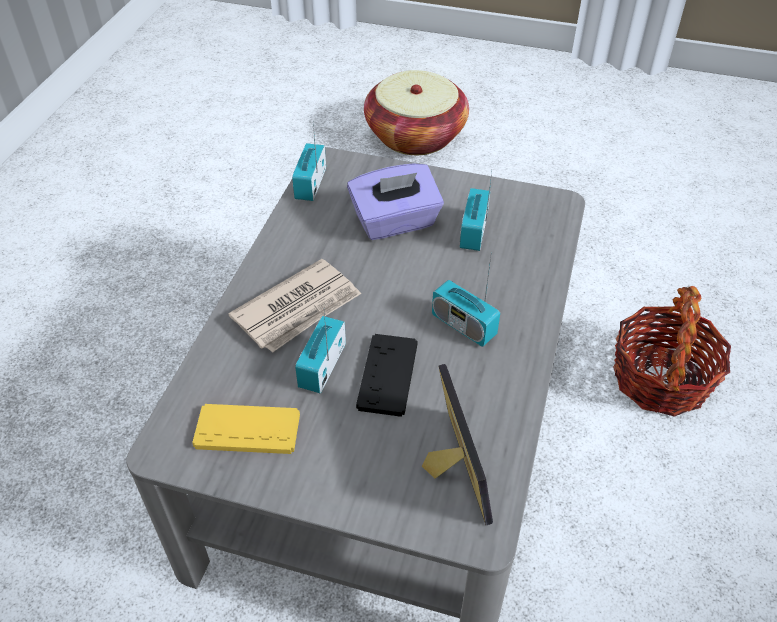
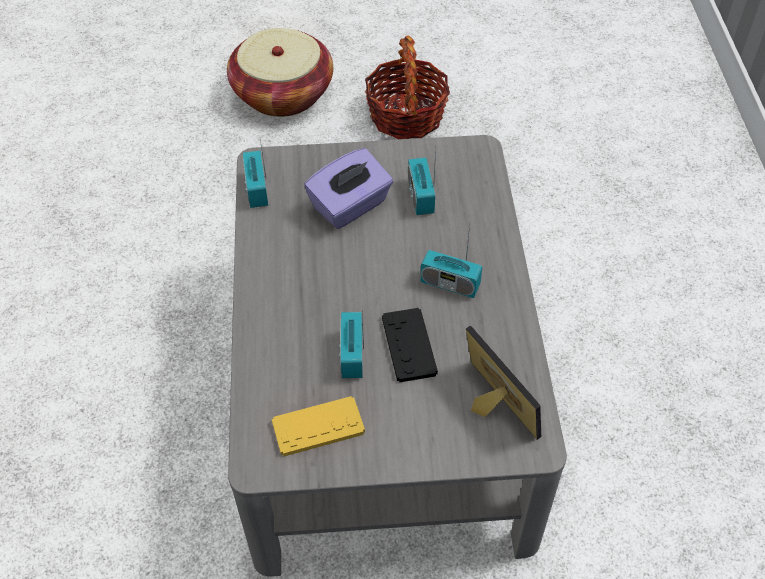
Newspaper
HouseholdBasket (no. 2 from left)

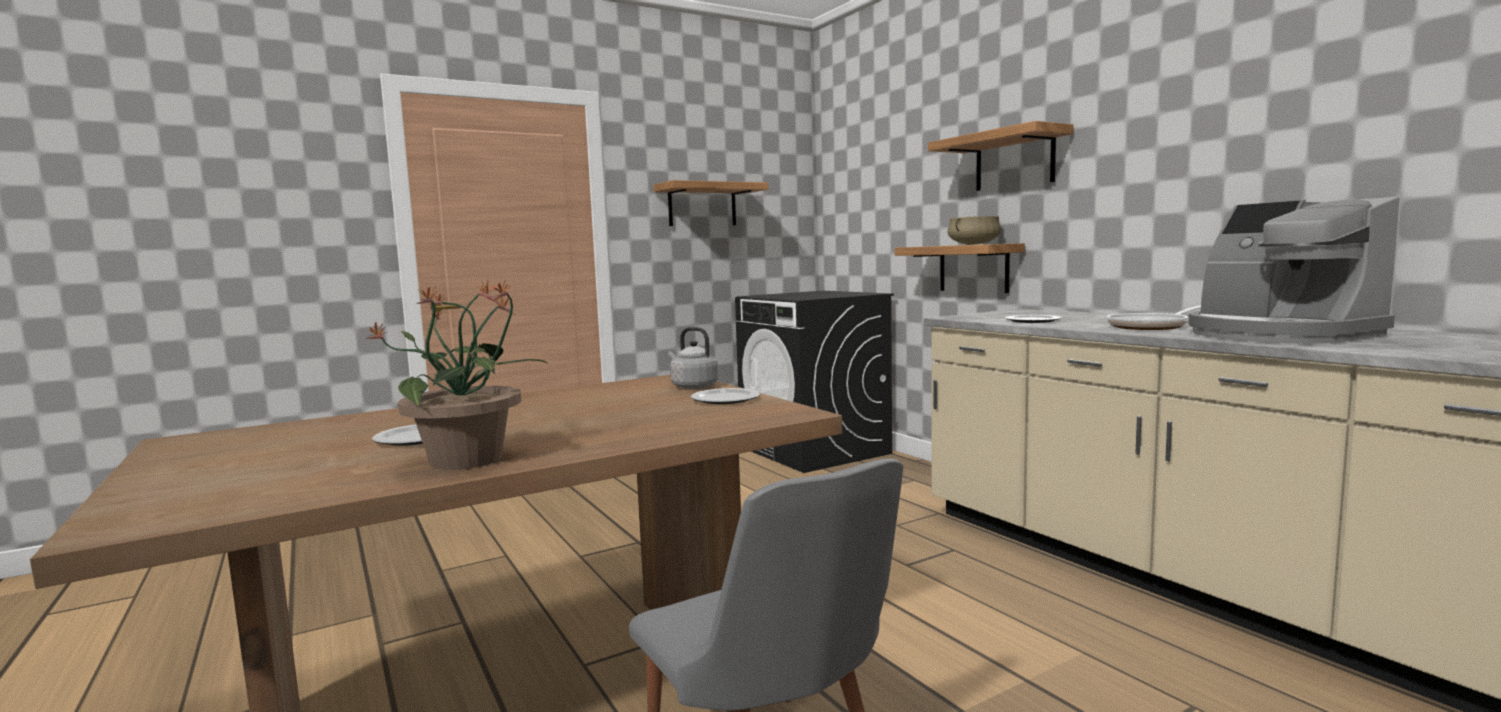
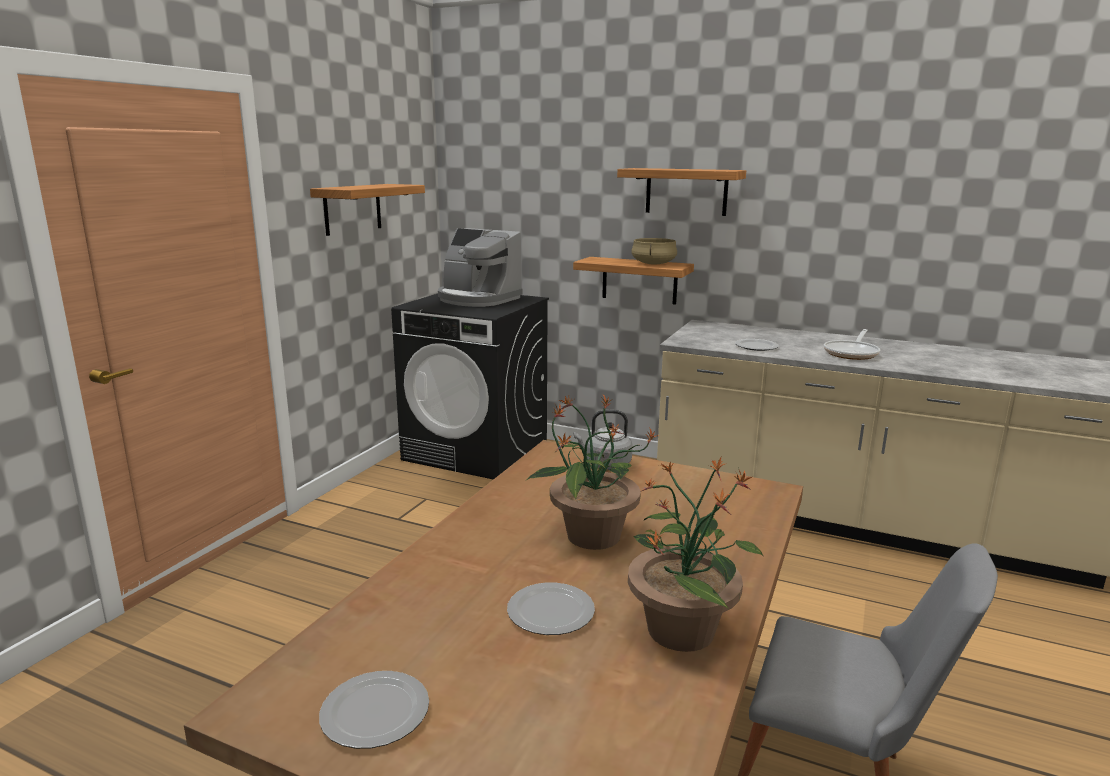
CoffeeBrewer
DinnerPlate (no. 1 from left)
PottedPlant (no. 1 from left)

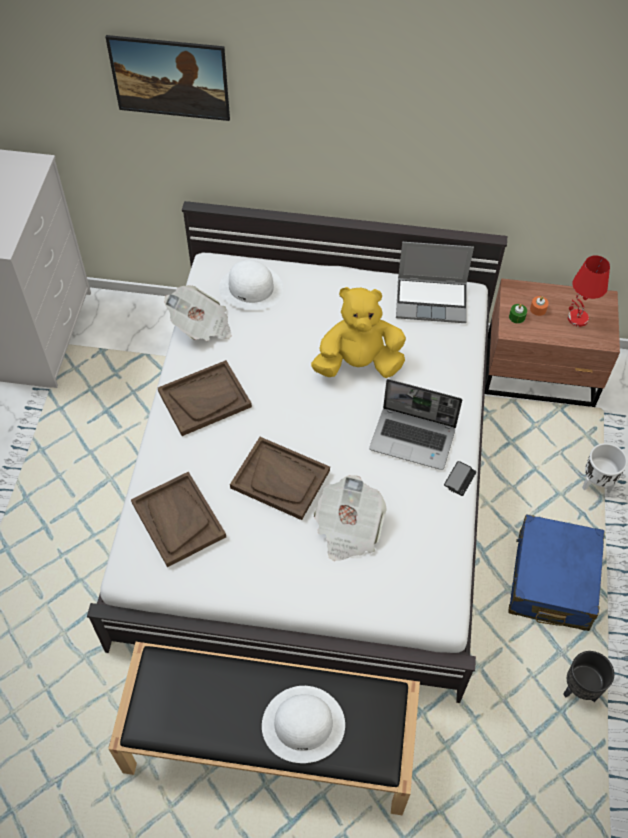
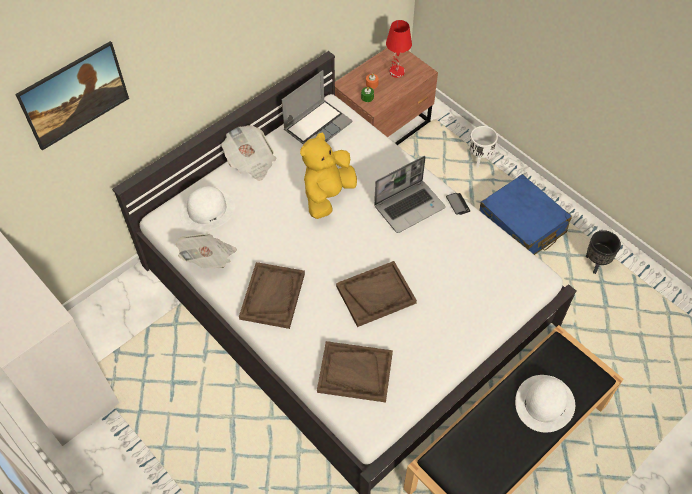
Newspaper (no. 2 from left)

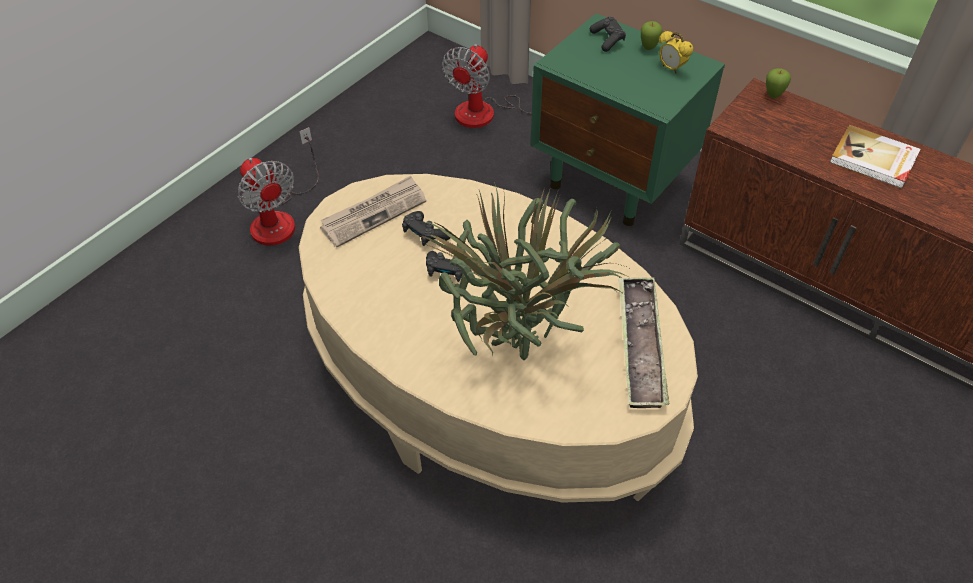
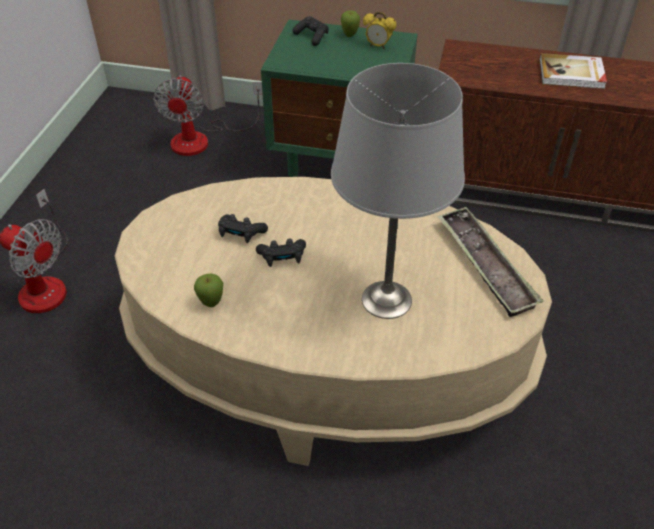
AppleFruit (no. 1 from left)
Newspaper
GreyLampForATable

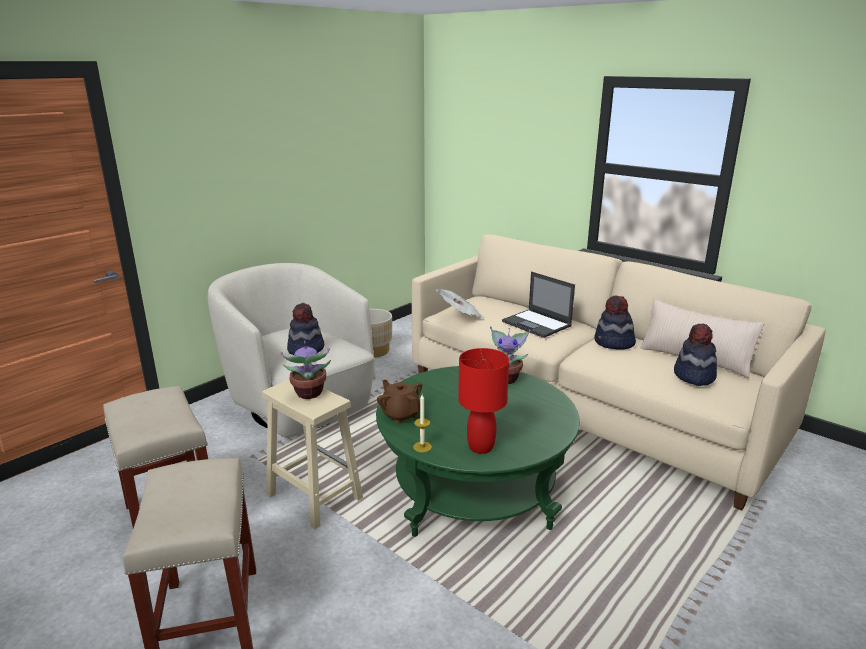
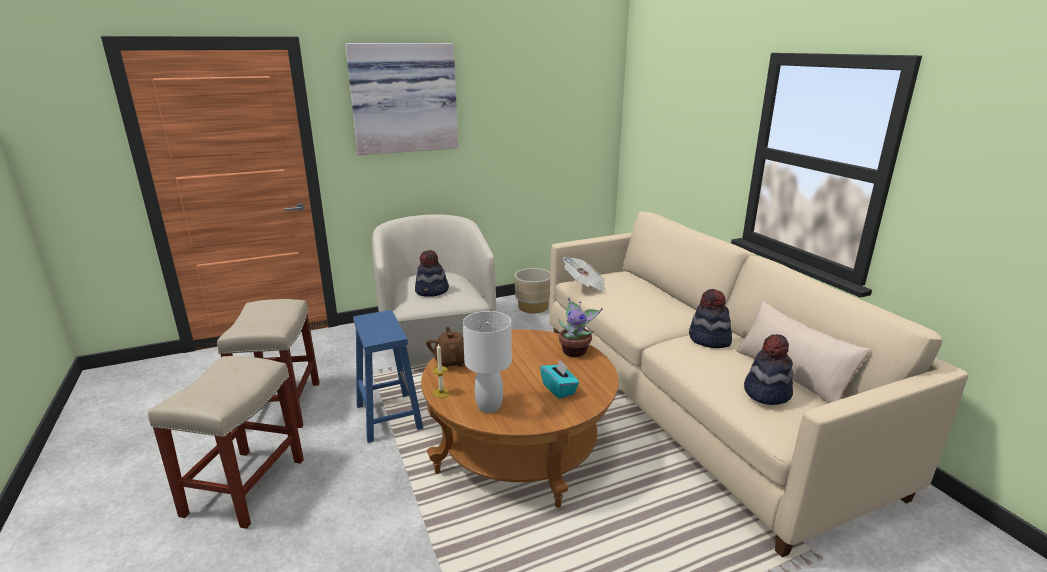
Laptop
PottedPlant (no. 1 from left in the first image)
WhiteColouredLampForATable
BrownColouredCoffeeTable
BluishSittingStool
Picture
TurquoiseColouredTissueBox

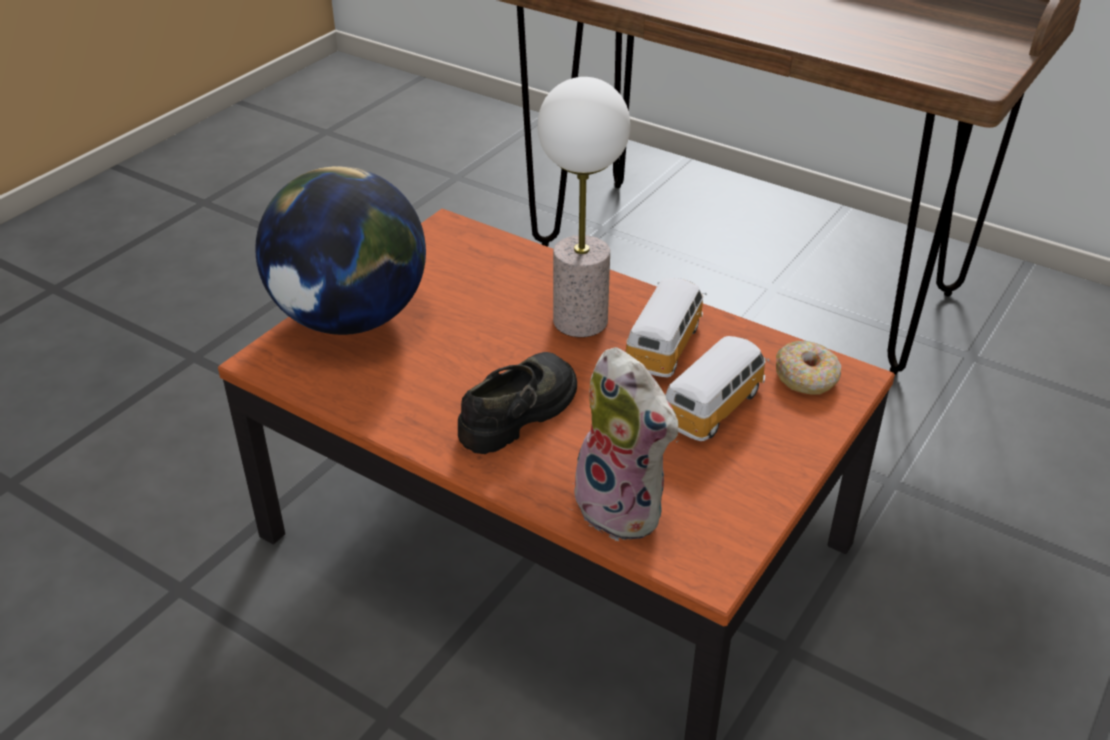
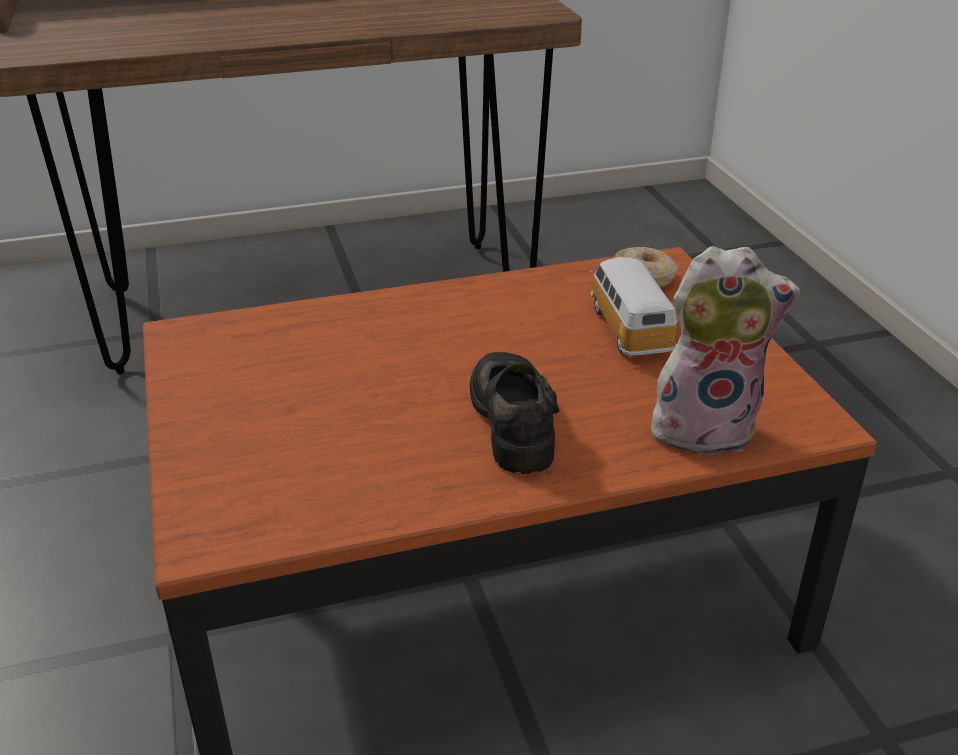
LampForATable
Globe
MiniatureCar (no. 1 from left in the first image)

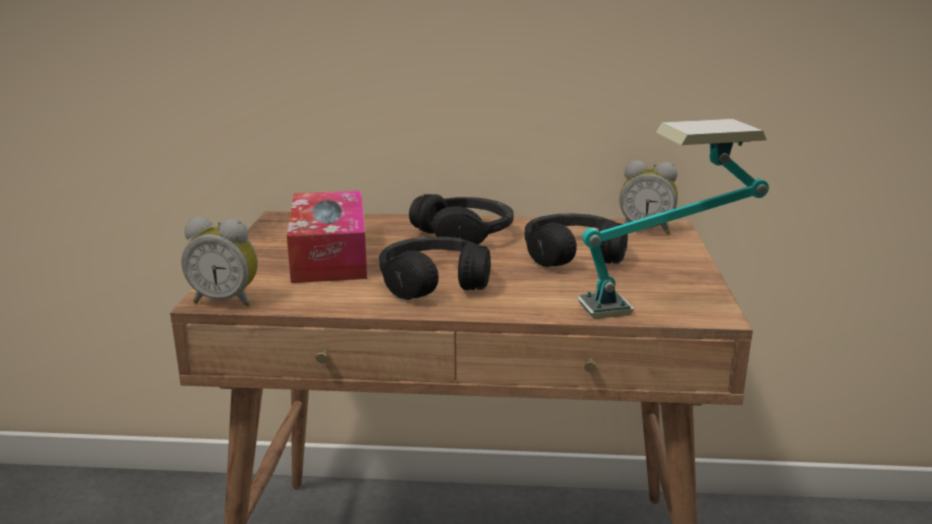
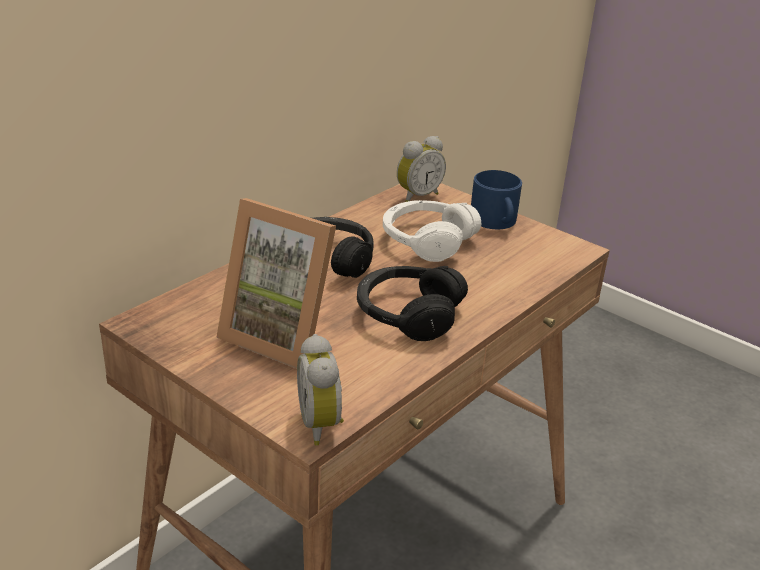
LampForATable
PhotoFrame
WhiteColouredHeadset
BedsideClock (no. 1 from left)
BluishTeaMug

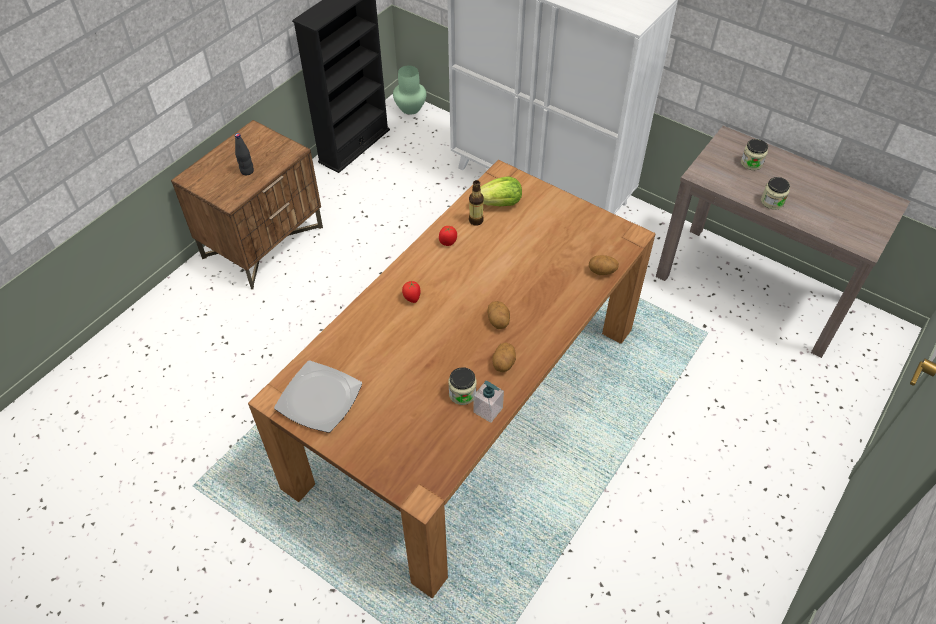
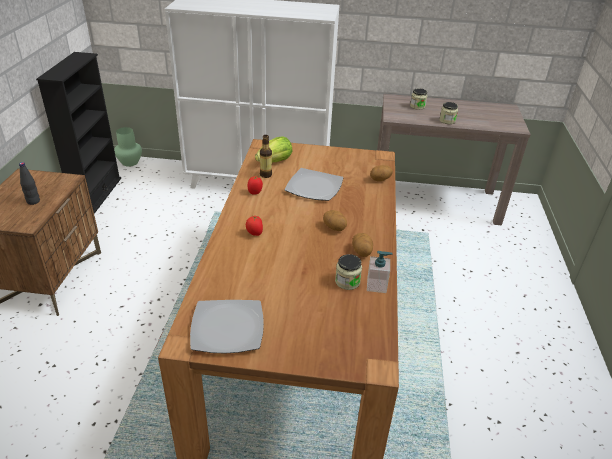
DinnerPlate (no. 2 from left)

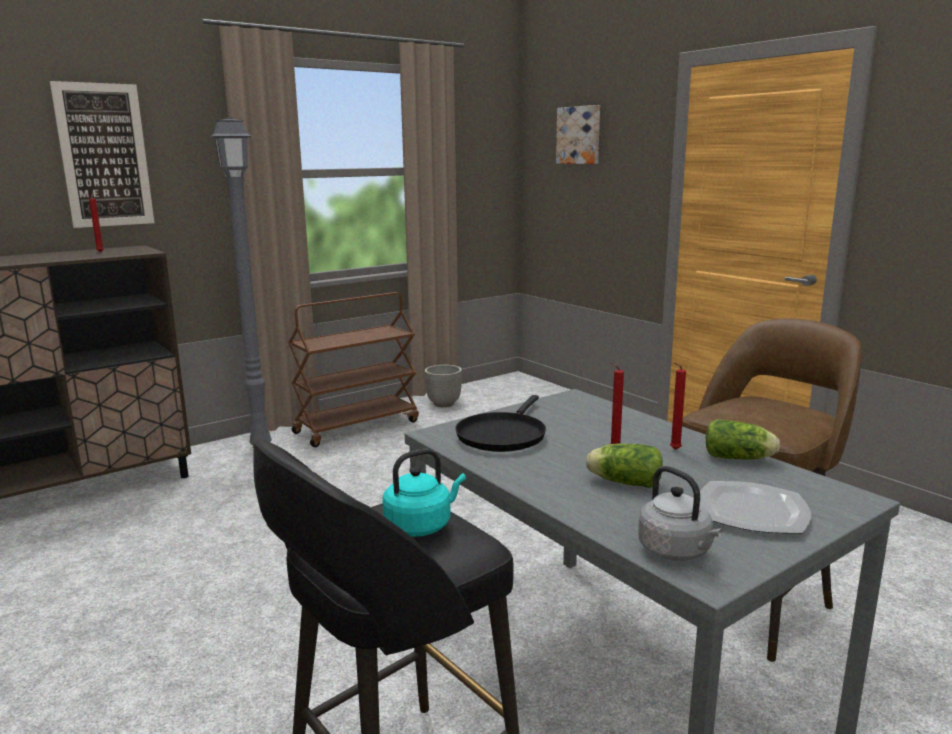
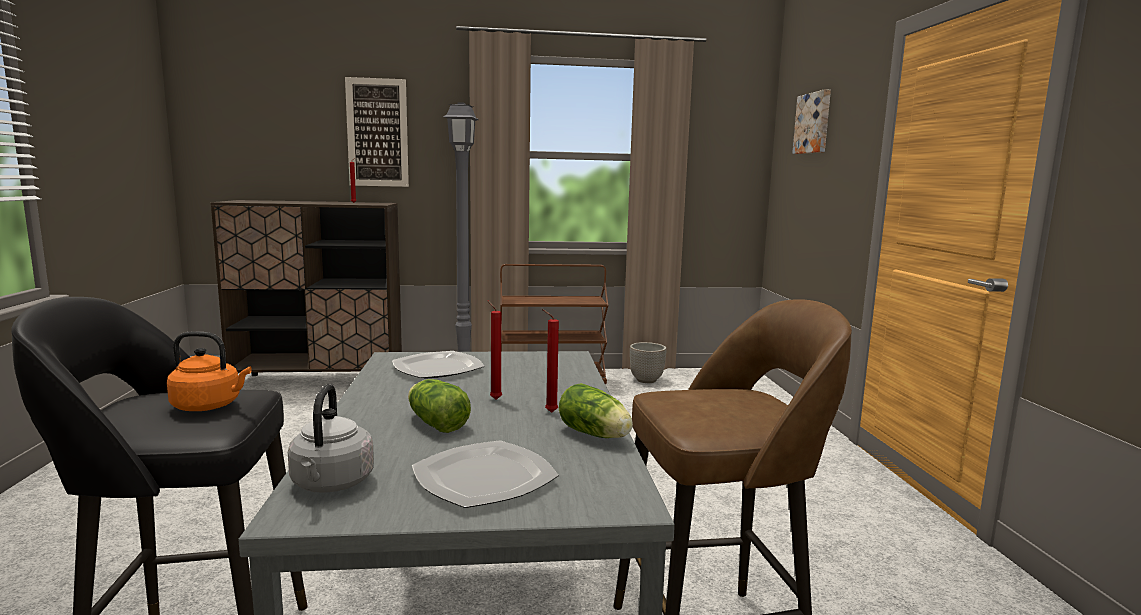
DinnerPlate (no. 1 from left)
OrangeyKettle

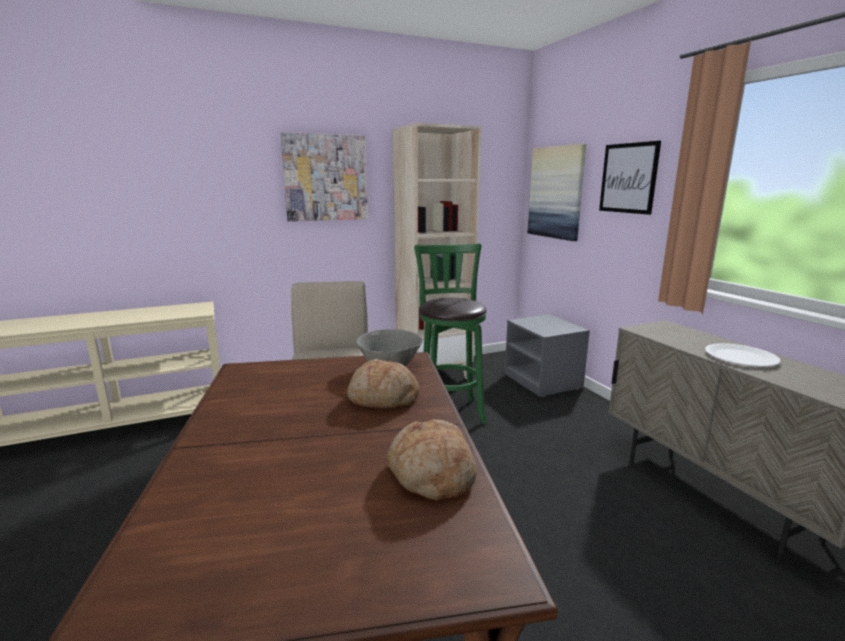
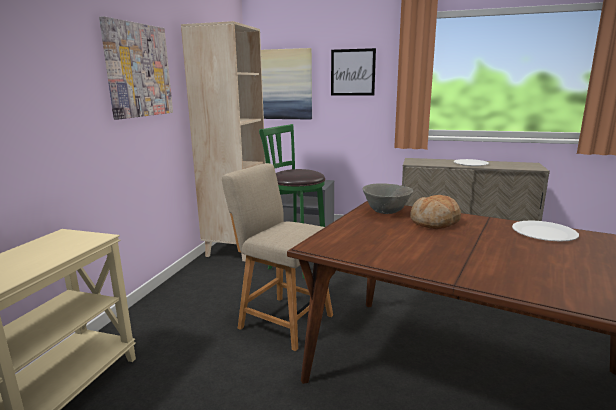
WhiteColouredDinnerPlate (no. 2 from left)

